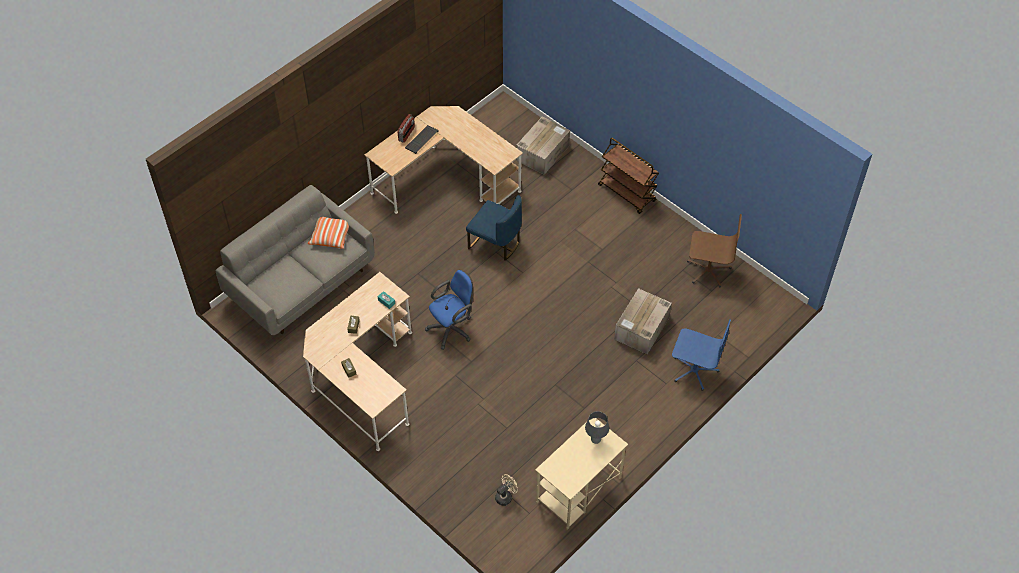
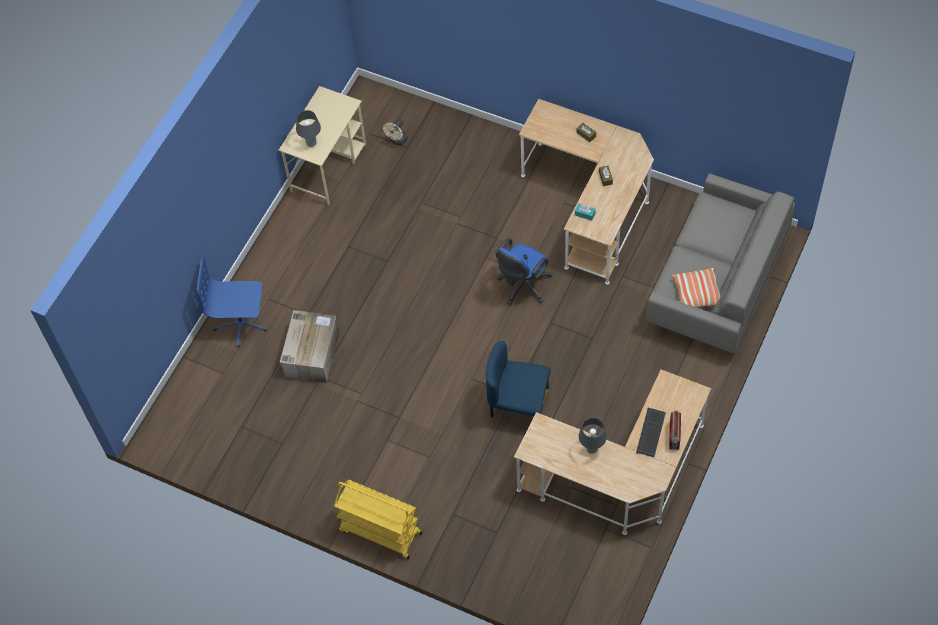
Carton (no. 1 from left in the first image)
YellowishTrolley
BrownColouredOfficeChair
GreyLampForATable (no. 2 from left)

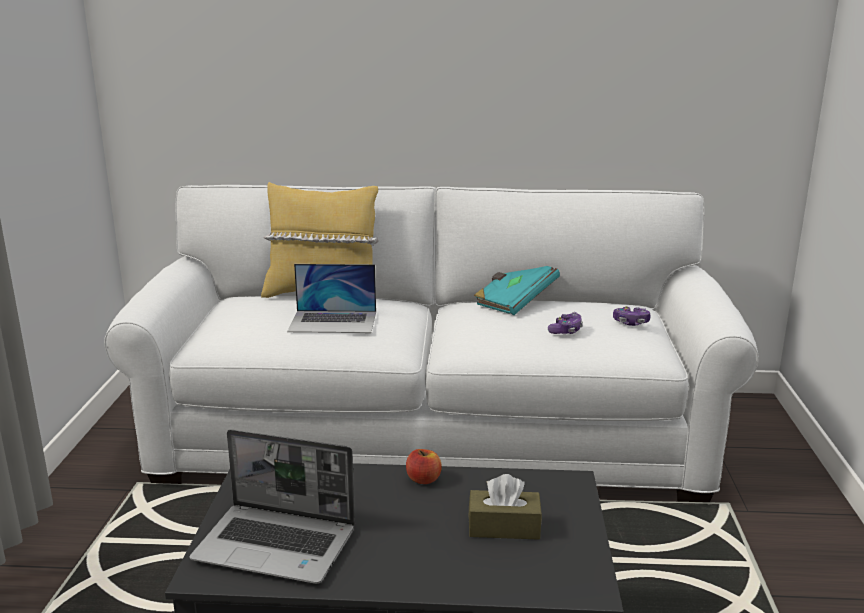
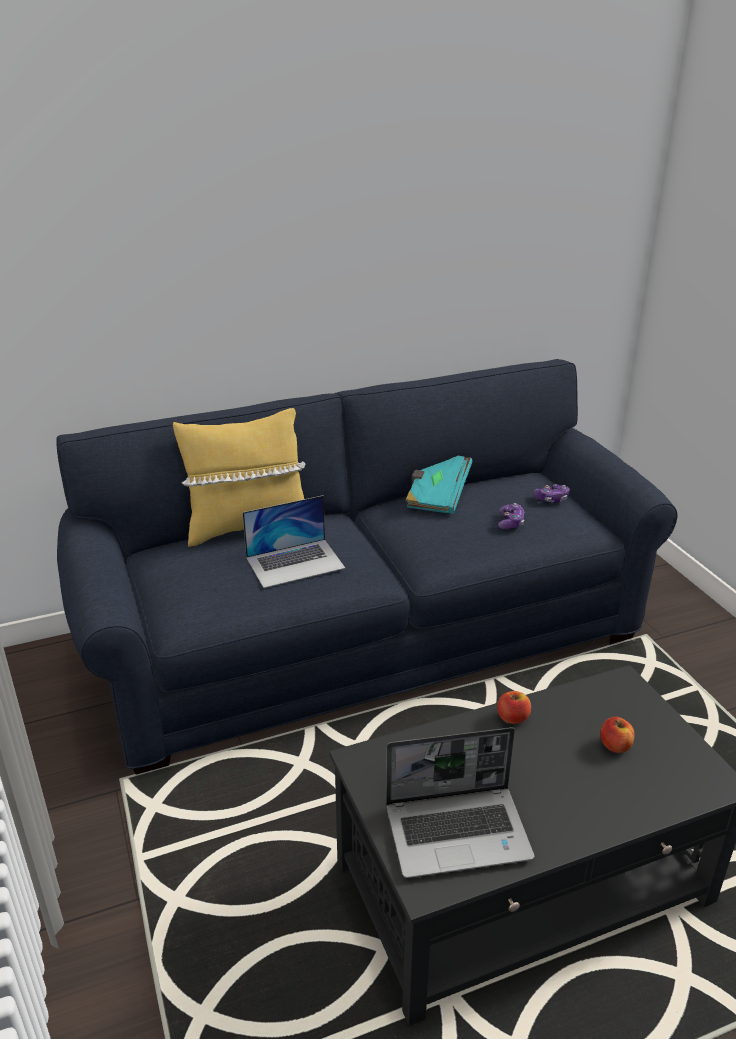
BluishSettee
AppleFruit (no. 2 from left)

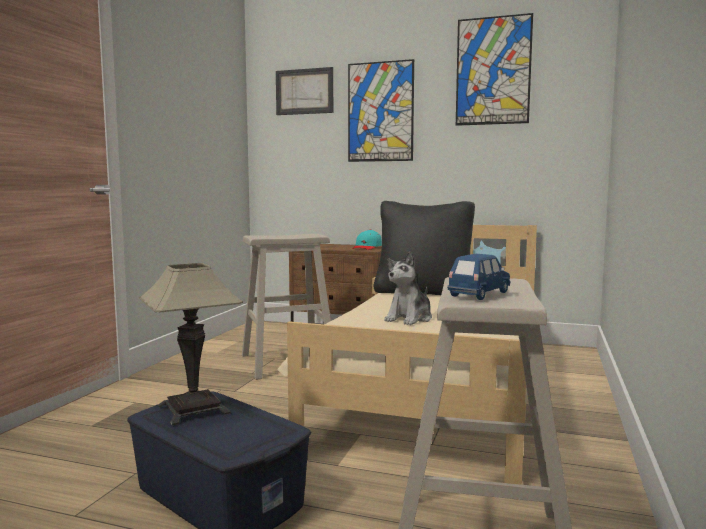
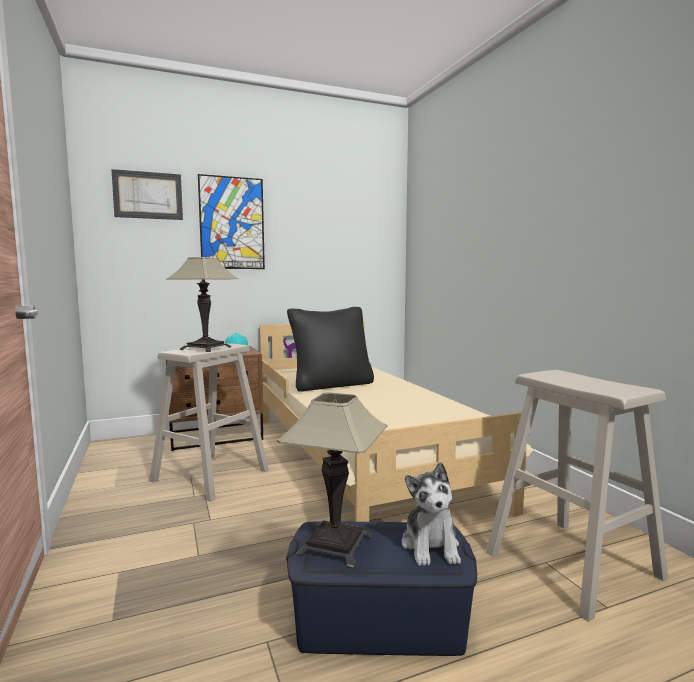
Picture (no. 3 from left in the first image)
CuddlyToy
BluishMiniatureCar
LampForATable (no. 1 from left)

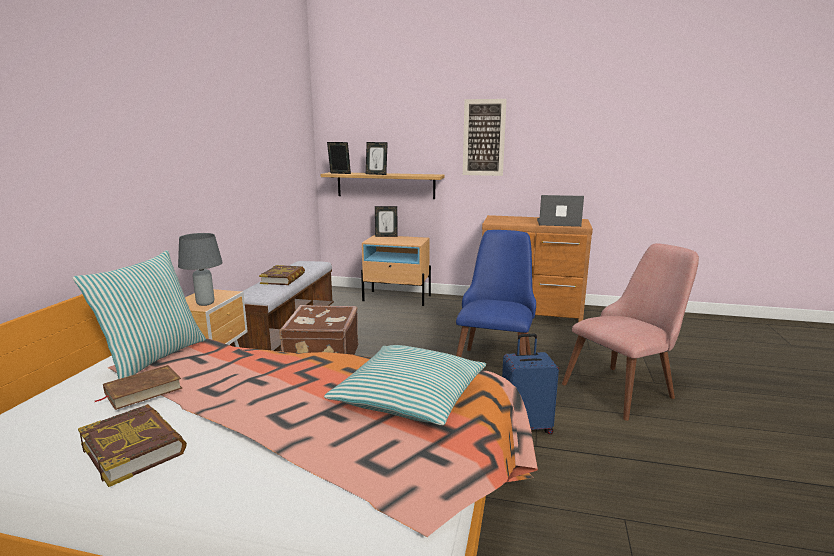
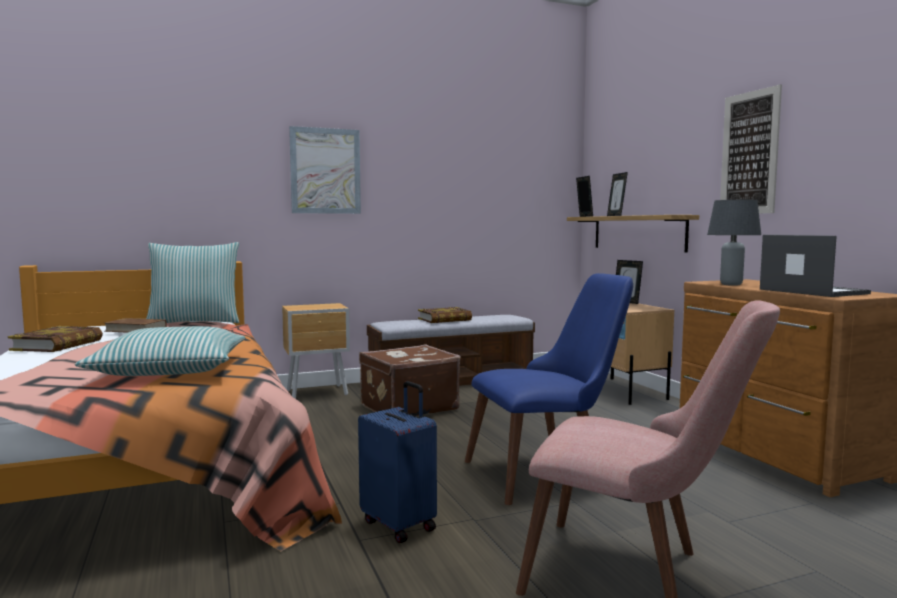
GreyLampForATable
Picture (no. 1 from left)

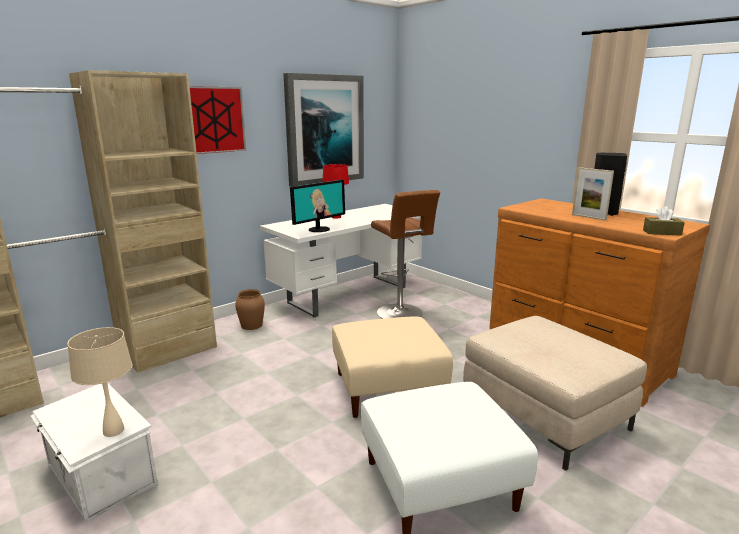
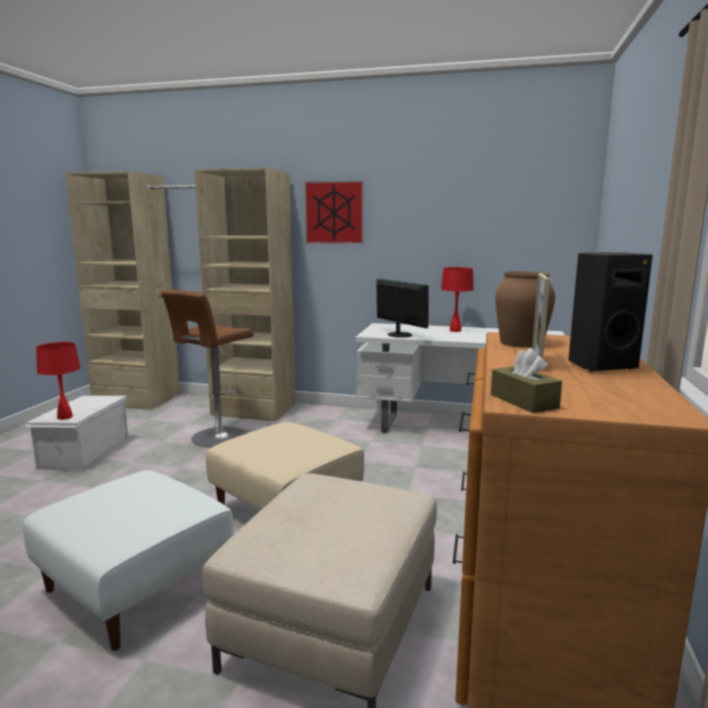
Picture (no. 2 from left in the first image)
ComputerScreen
BrownColouredSittingStool
BrownColouredFlowerVase
RedLampForATable (no. 1 from left)

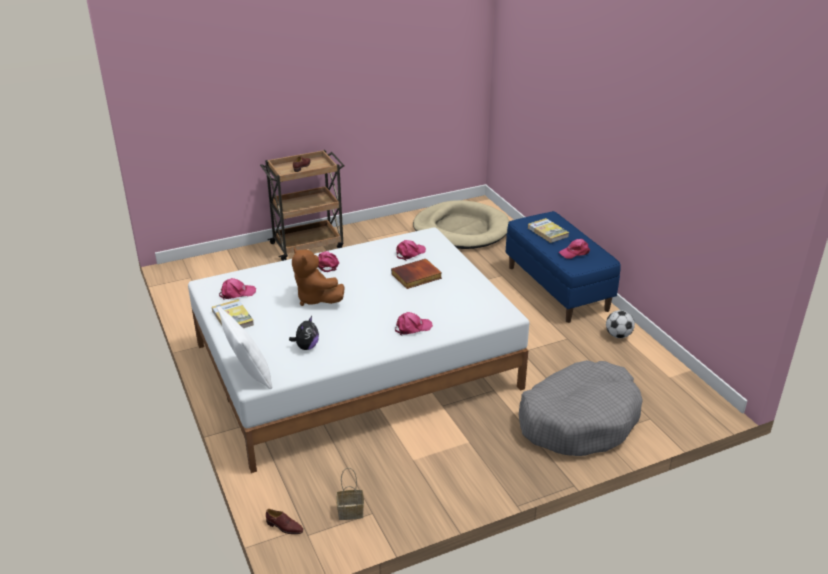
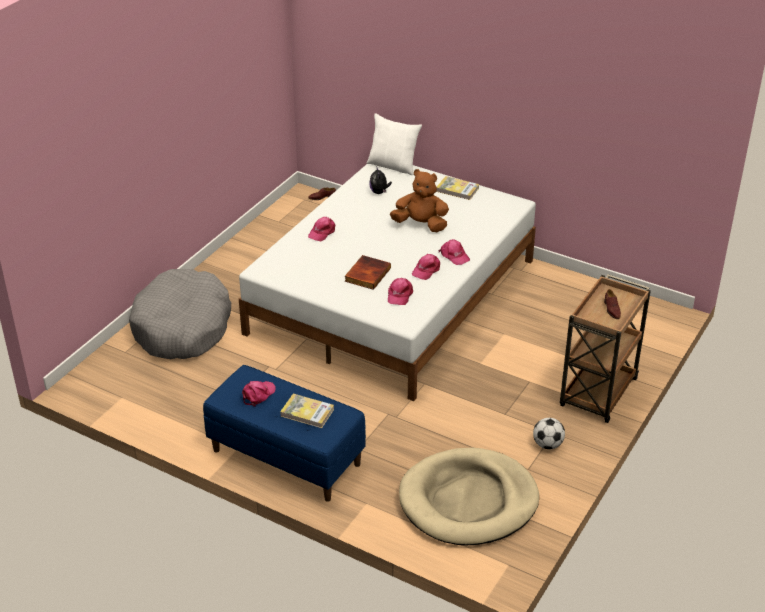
PinkColouredBaseballCap (no. 4 from left)
Football
HouseholdBasket

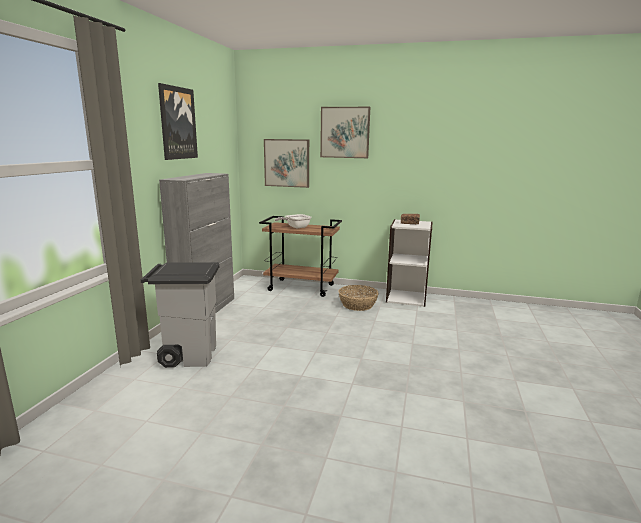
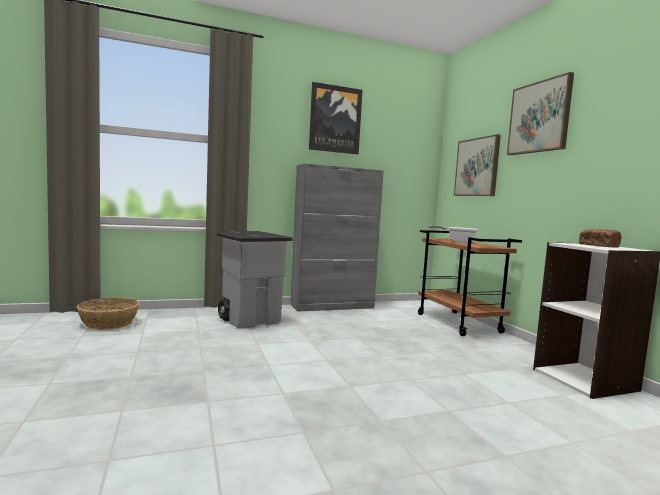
HouseholdBasket

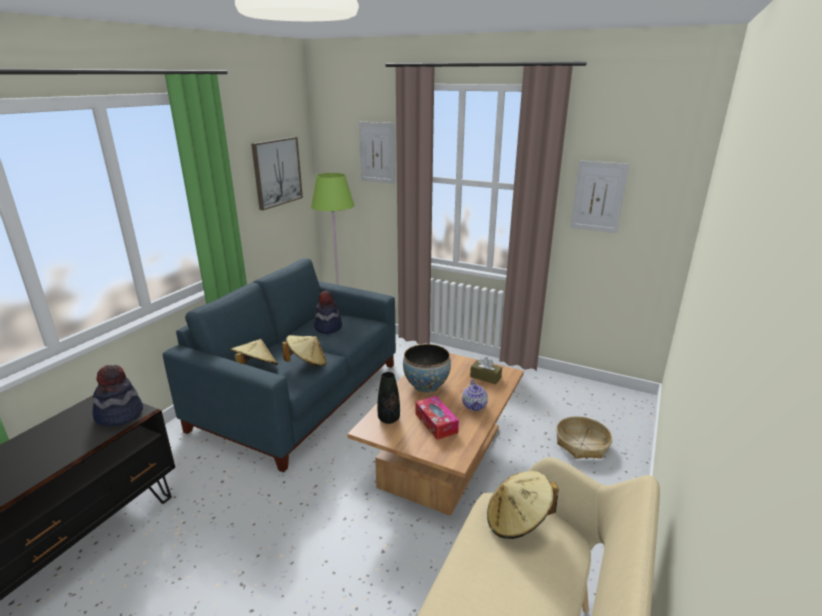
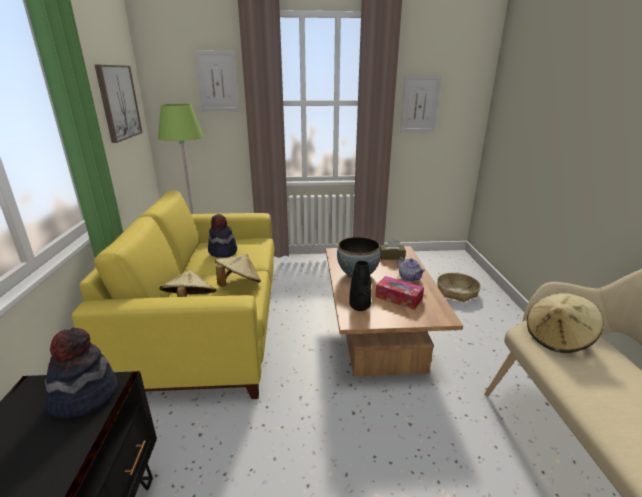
YellowishSettee

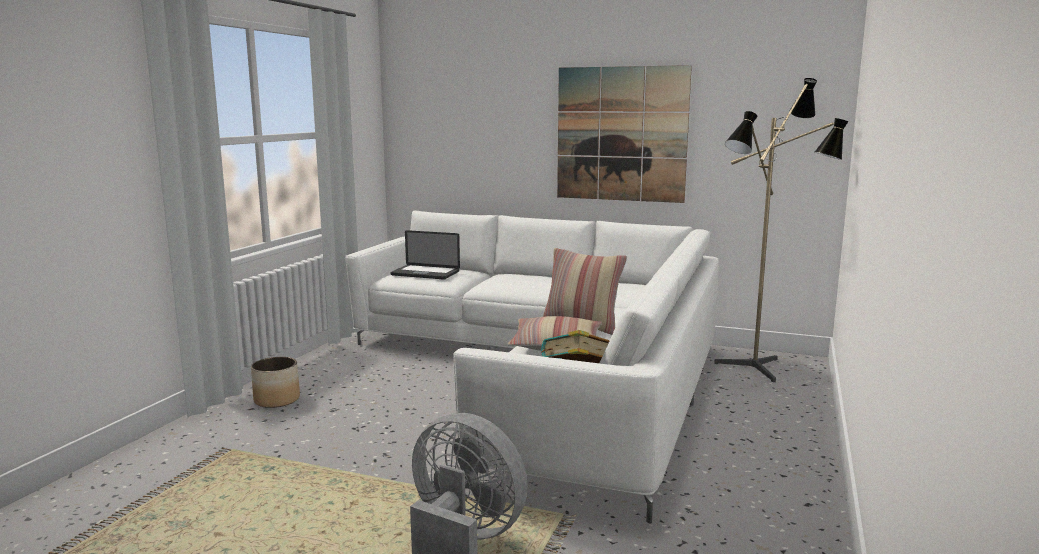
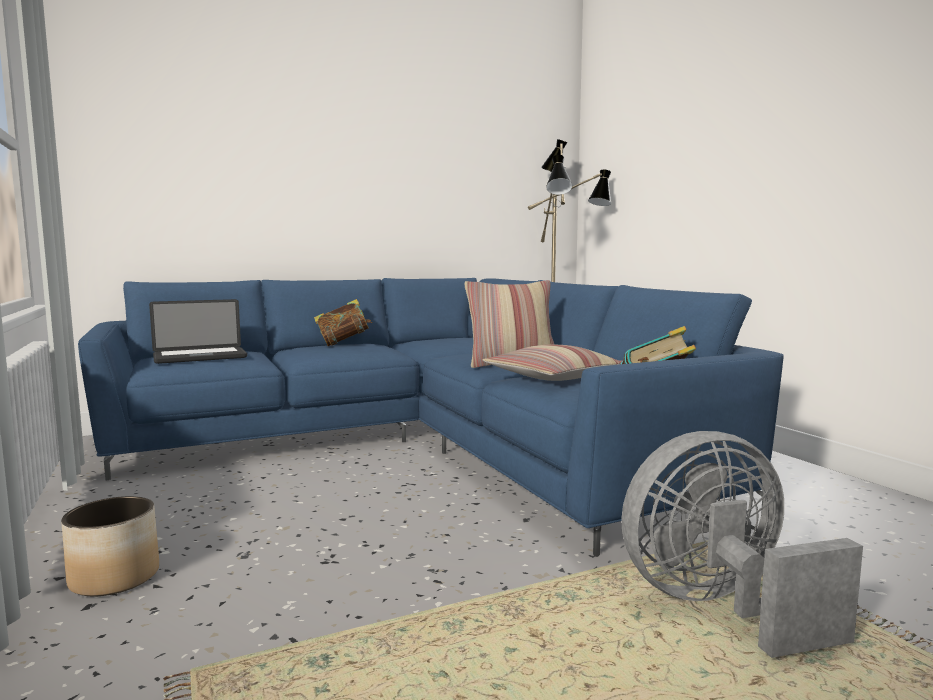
Picture
BluishSettee
Book (no. 1 from left)

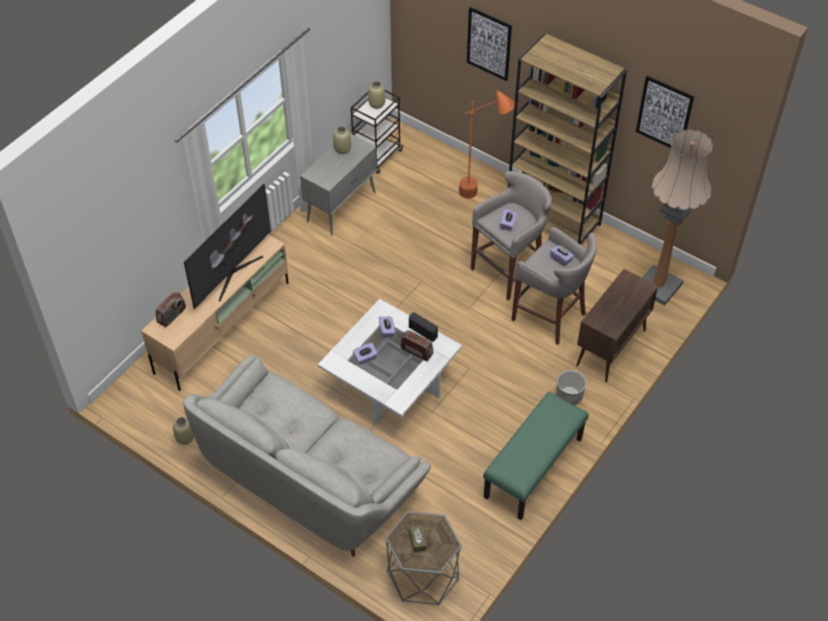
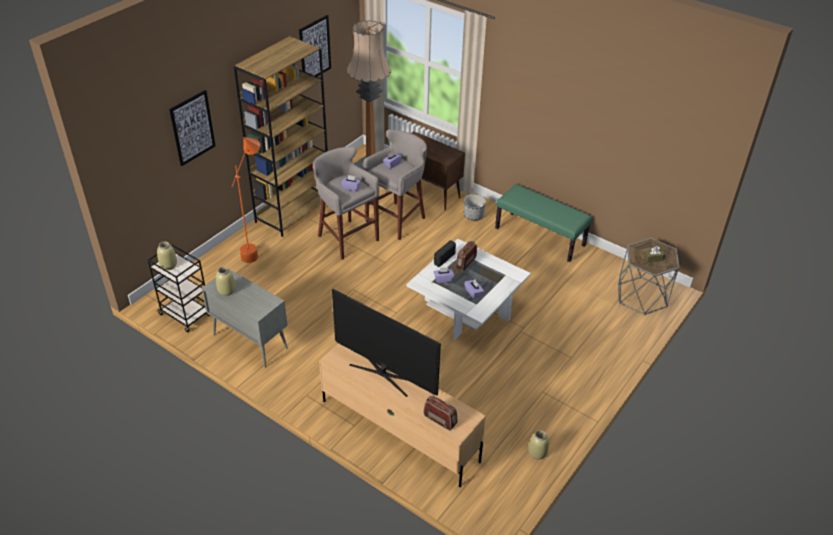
GreySettee

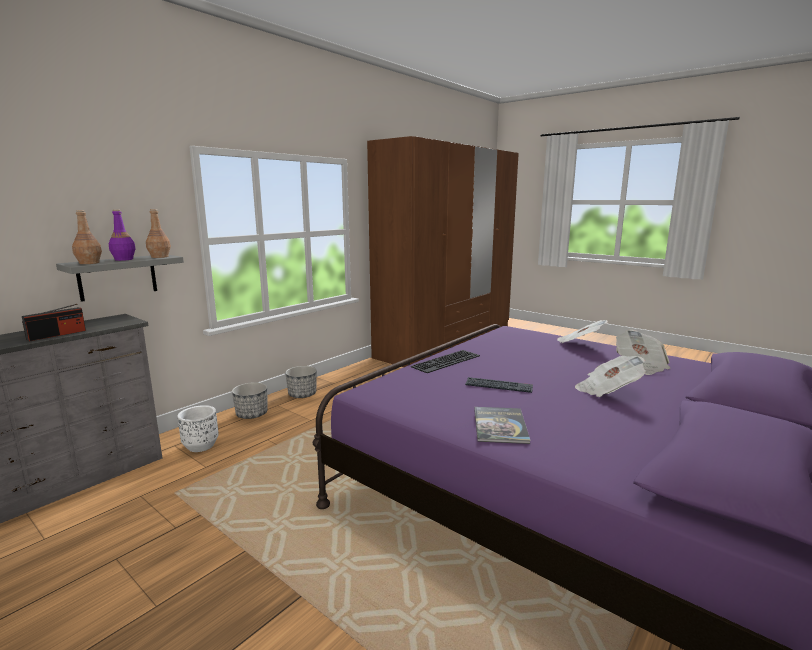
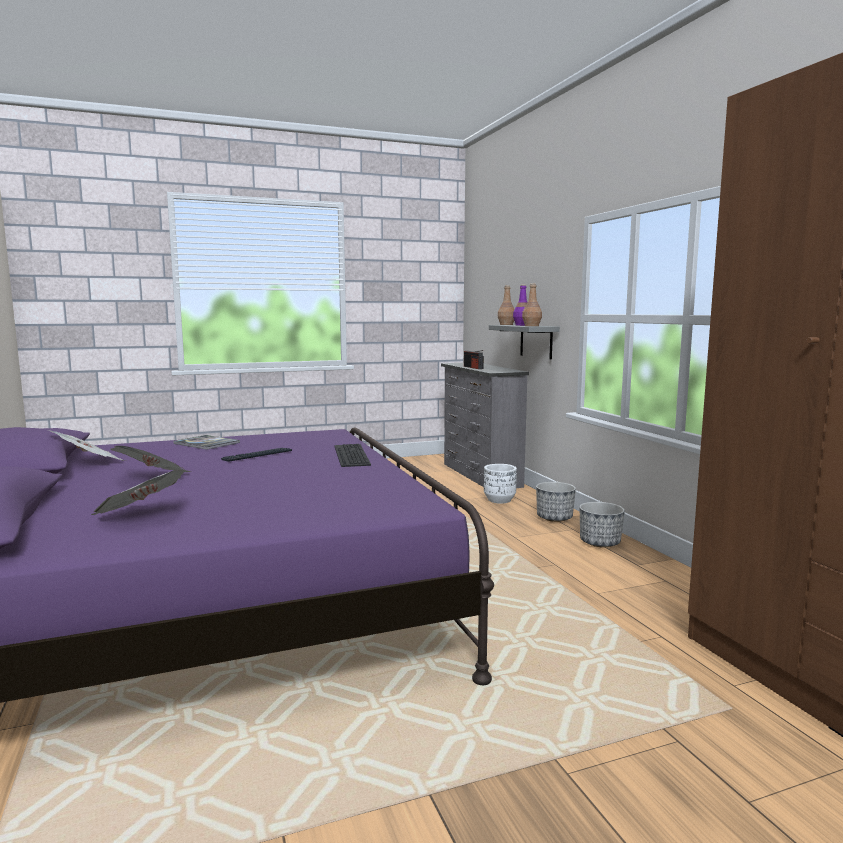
Newspaper (no. 1 from left)

